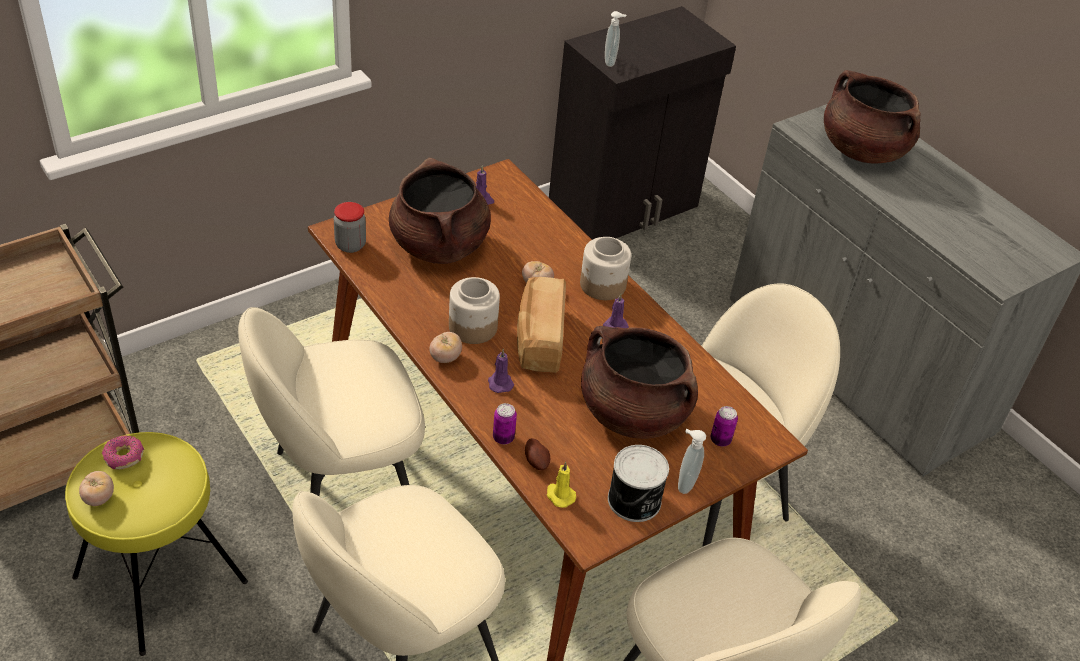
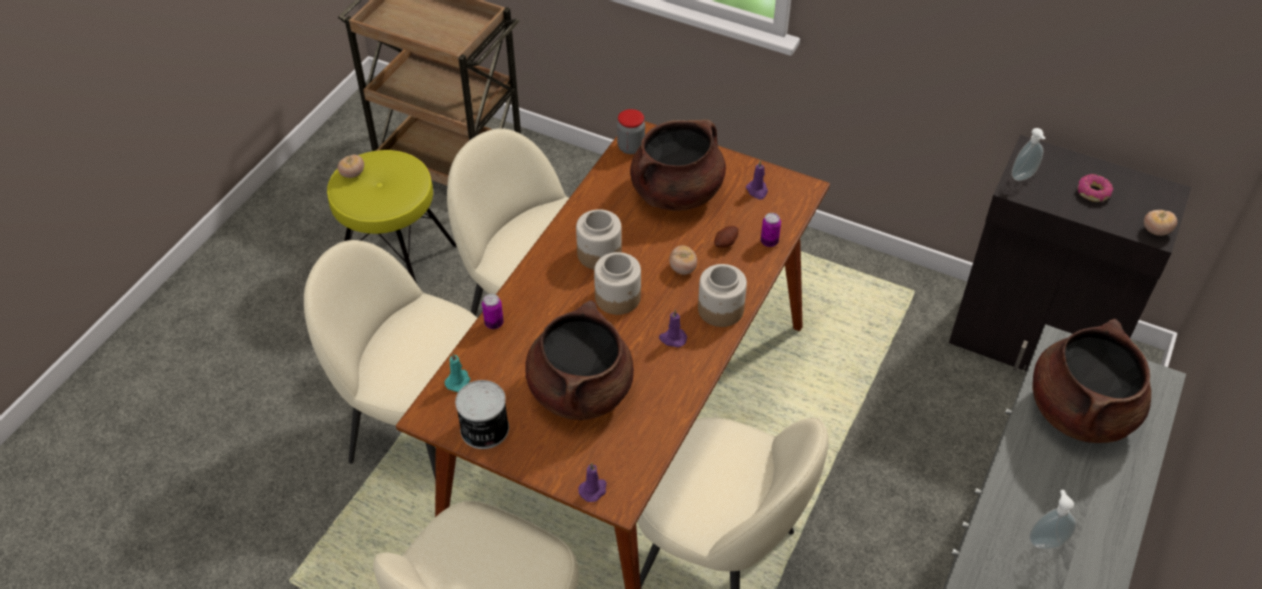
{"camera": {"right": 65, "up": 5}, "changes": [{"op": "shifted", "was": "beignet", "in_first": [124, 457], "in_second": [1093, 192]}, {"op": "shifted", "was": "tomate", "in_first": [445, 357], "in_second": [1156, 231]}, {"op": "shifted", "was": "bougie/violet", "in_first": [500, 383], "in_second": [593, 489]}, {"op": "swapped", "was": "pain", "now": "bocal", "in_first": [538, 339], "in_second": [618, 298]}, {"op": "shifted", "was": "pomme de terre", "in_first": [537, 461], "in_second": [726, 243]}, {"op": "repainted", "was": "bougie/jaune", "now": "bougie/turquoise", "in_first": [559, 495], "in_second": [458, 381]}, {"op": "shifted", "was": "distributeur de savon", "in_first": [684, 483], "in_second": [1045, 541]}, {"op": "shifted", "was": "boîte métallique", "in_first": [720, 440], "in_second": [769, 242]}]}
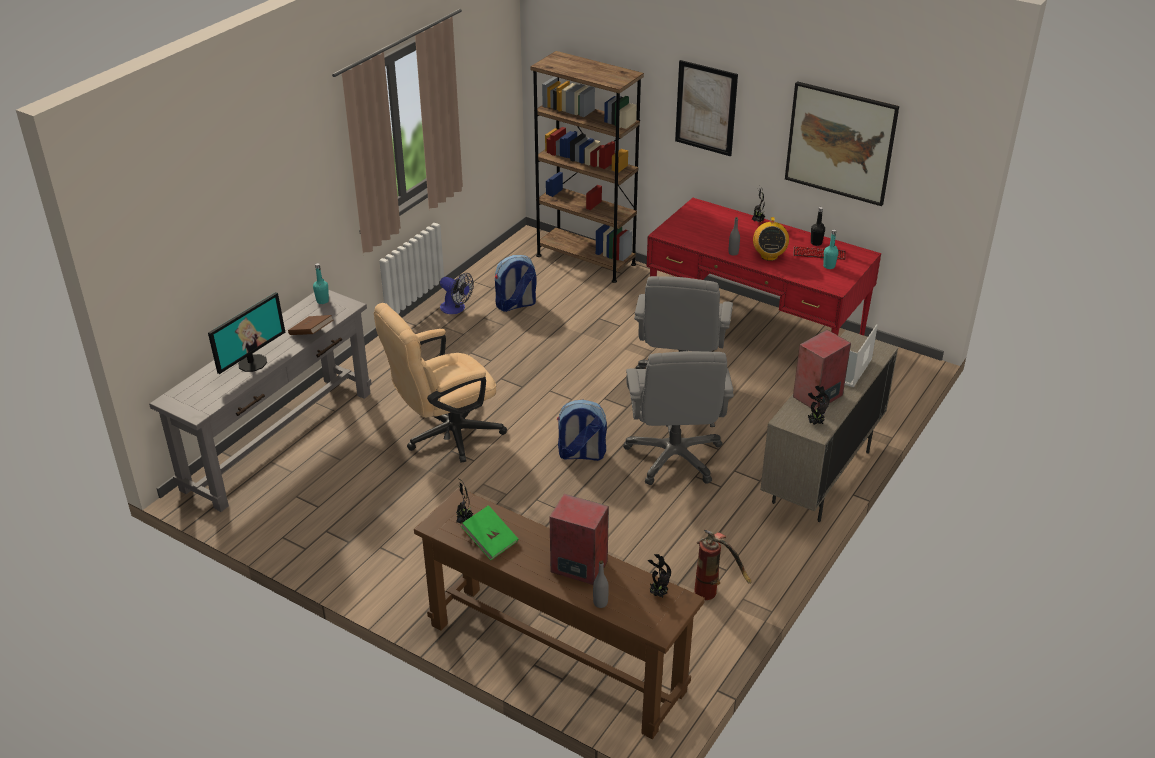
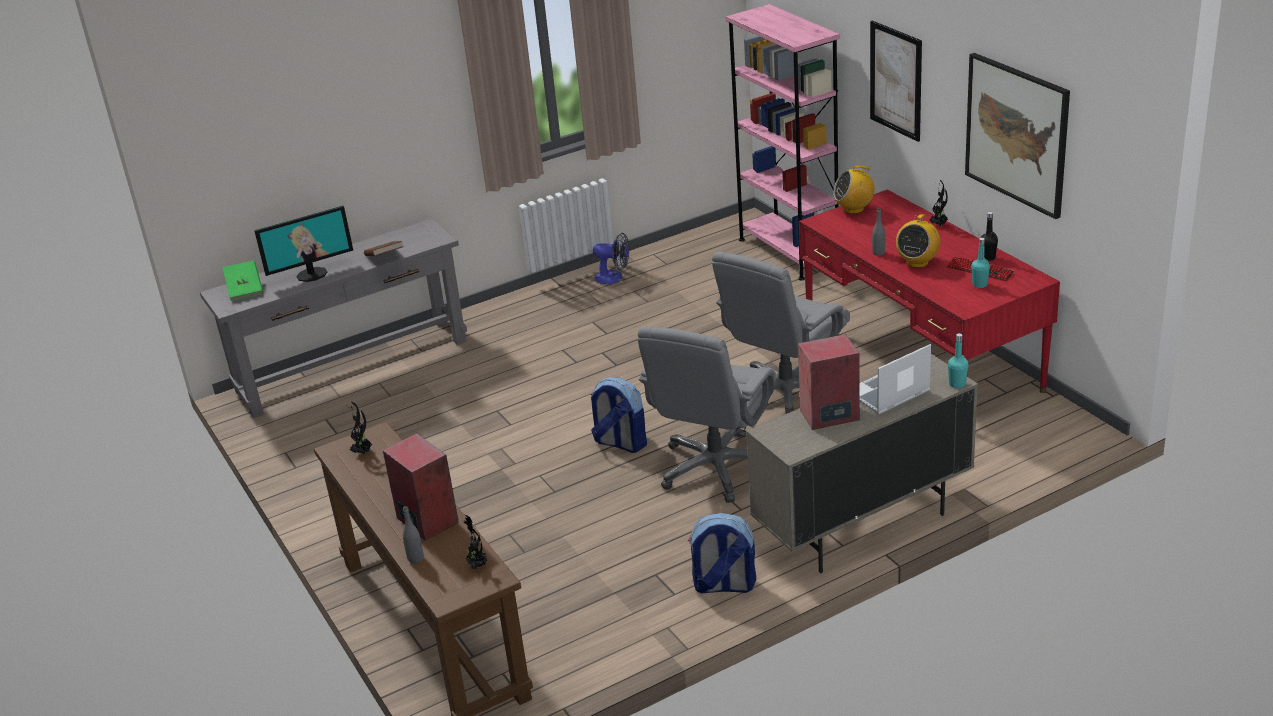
{"camera": {"right": 30, "up": -5}, "changes": [{"op": "shifted", "was": "bouteille/turquoise", "in_first": [322, 301], "in_second": [957, 384]}, {"op": "gone", "was": "chaise de bureau/beige", "in_first": [445, 435]}, {"op": "rotated", "was": "ventilateur", "in_first": [456, 309], "in_second": [614, 277], "clockwise": -45}, {"op": "shifted", "was": "livre/vert", "in_first": [490, 541], "in_second": [245, 290]}, {"op": "shifted", "was": "sac à dos", "in_first": [516, 305], "in_second": [723, 586]}, {"op": "repainted", "was": "bibliothèque/marron", "now": "bibliothèque/rose", "in_first": [585, 260], "in_second": [788, 252]}, {"op": "gone", "was": "extincteur", "in_first": [714, 591]}, {"op": "gone", "was": "plante en pot", "in_first": [815, 423]}, {"op": "new", "now": "radio", "in_second": [854, 209]}]}
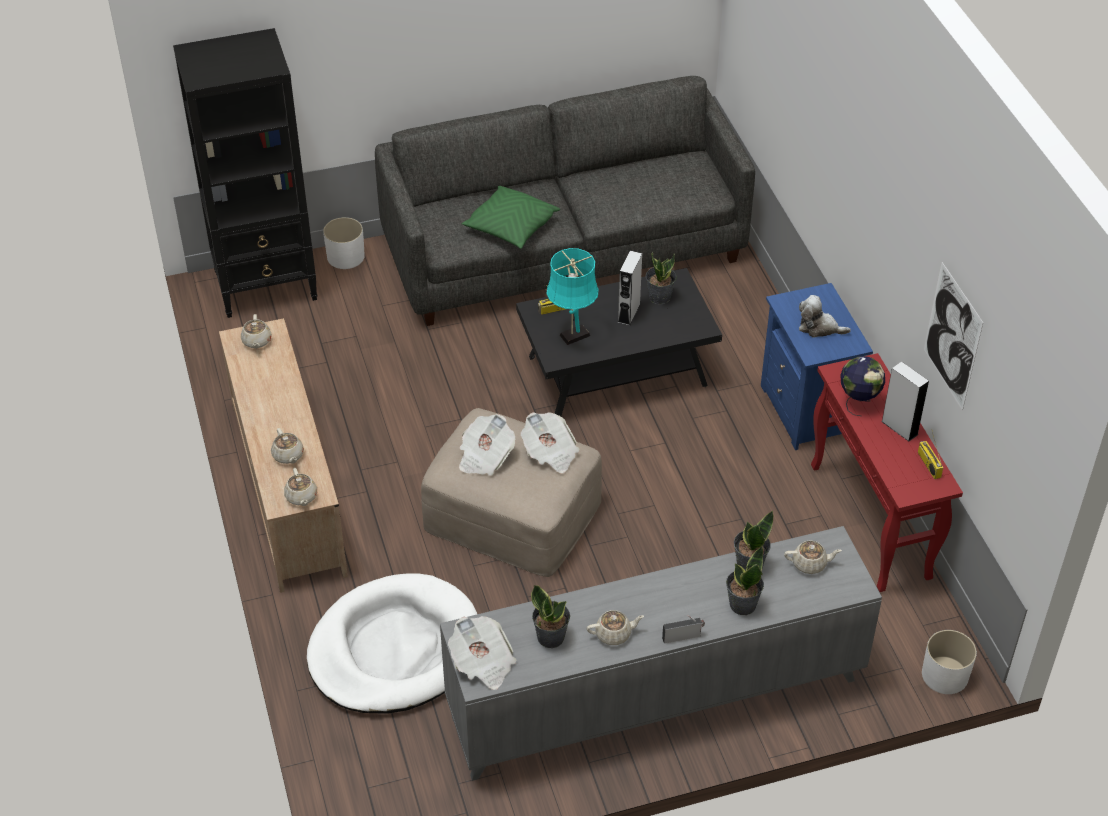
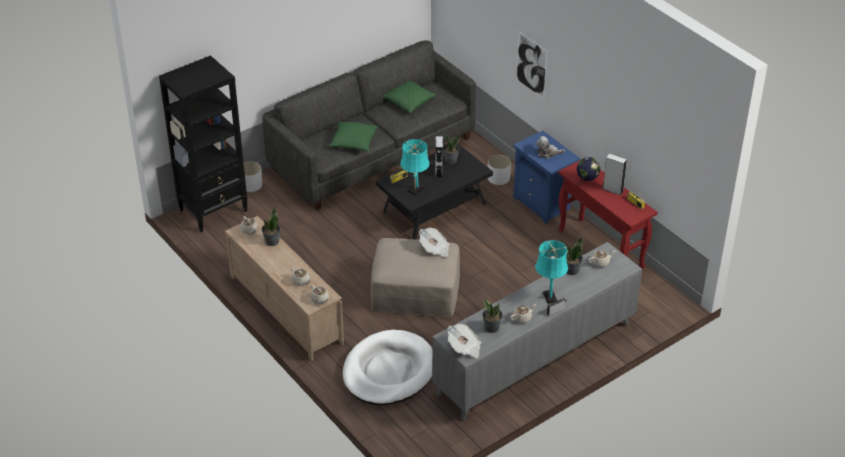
{"camera": {"right": -20, "up": -5}, "changes": [{"op": "gone", "was": "journal", "in_first": [484, 457]}, {"op": "shifted", "was": "plante en pot", "in_first": [742, 604], "in_second": [272, 241]}, {"op": "shifted", "was": "cache-pot/blanc", "in_first": [945, 675], "in_second": [498, 178]}, {"op": "shifted", "was": "tableau", "in_first": [952, 336], "in_second": [531, 65]}, {"op": "new", "now": "coussin/vert", "in_second": [408, 102]}, {"op": "new", "now": "lampe de table/turquoise", "in_second": [549, 296]}]}
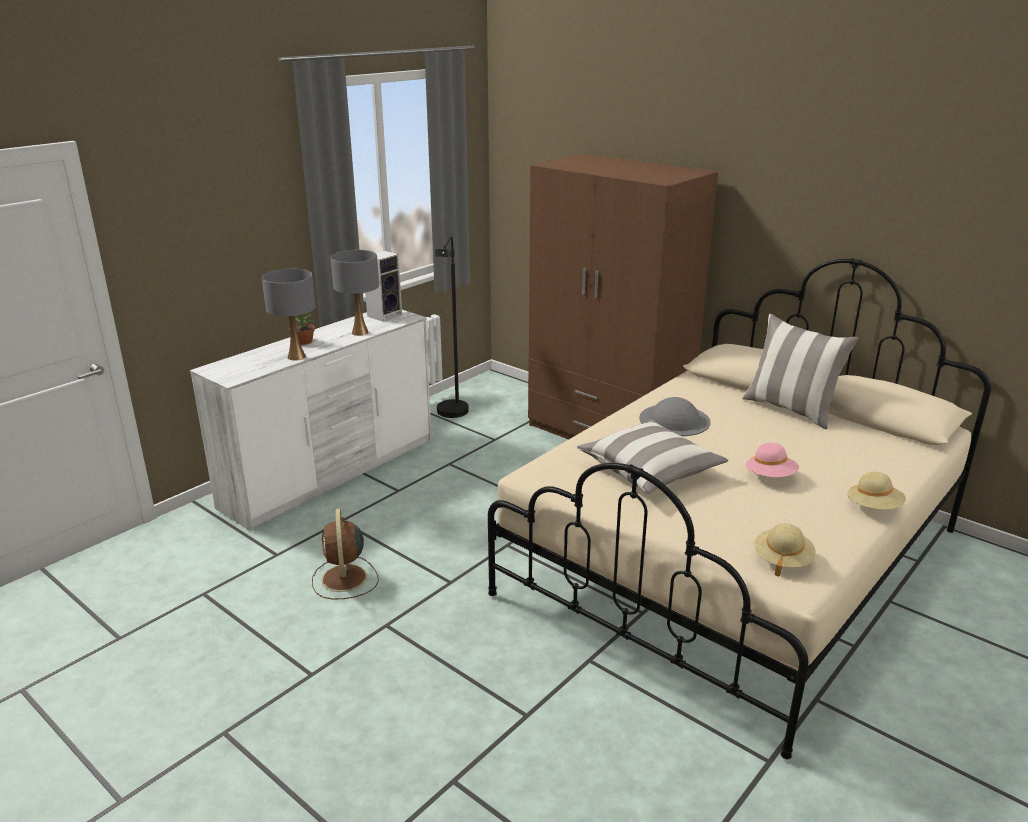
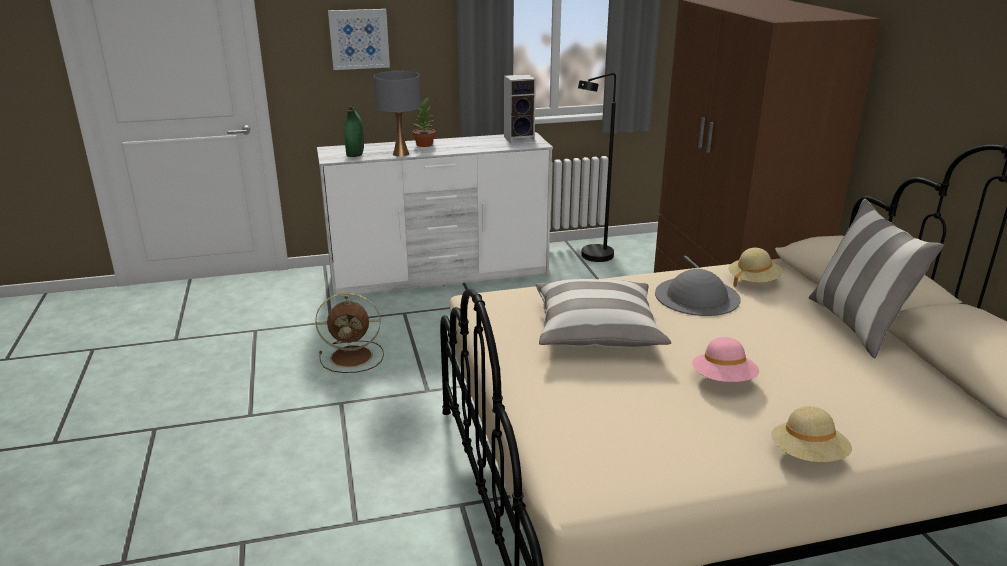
{"camera": {"right": 35, "up": 0}, "changes": [{"op": "rotated", "was": "ventilateur/marron", "in_first": [344, 579], "in_second": [353, 357], "clockwise": -120}, {"op": "gone", "was": "lampe de table/gris", "in_first": [360, 332]}, {"op": "shifted", "was": "chapeau/beige", "in_first": [782, 560], "in_second": [753, 281]}, {"op": "new", "now": "tableau", "in_second": [359, 39]}, {"op": "new", "now": "vase/vert", "in_second": [355, 152]}]}
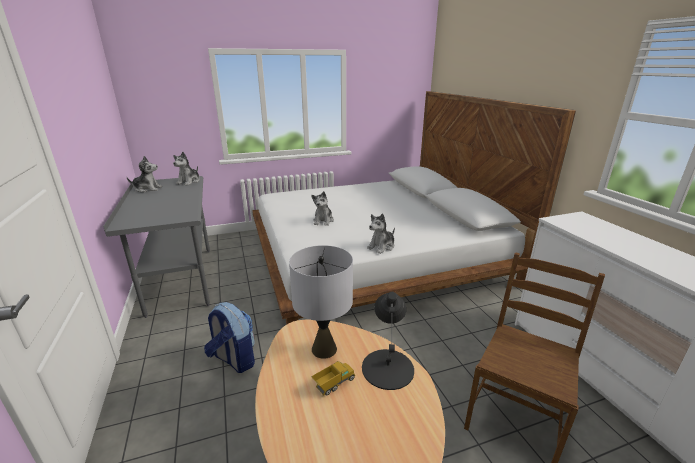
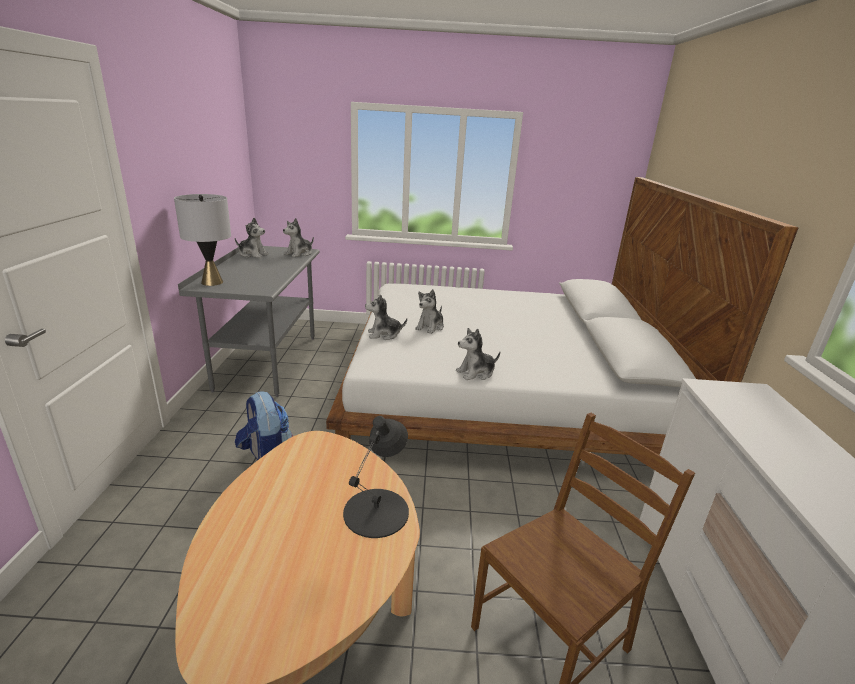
{"camera": {"right": 20, "up": 0}, "changes": [{"op": "shifted", "was": "lampe de table/gris", "in_first": [324, 349], "in_second": [212, 282]}, {"op": "gone", "was": "camion jouet", "in_first": [334, 384]}, {"op": "new", "now": "peluche", "in_second": [384, 334]}]}
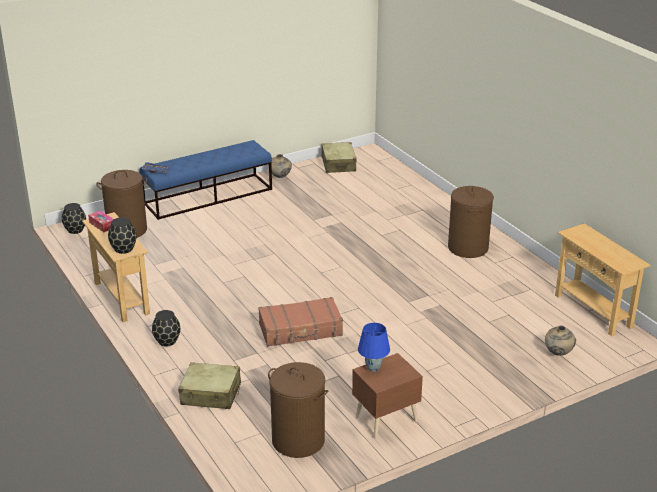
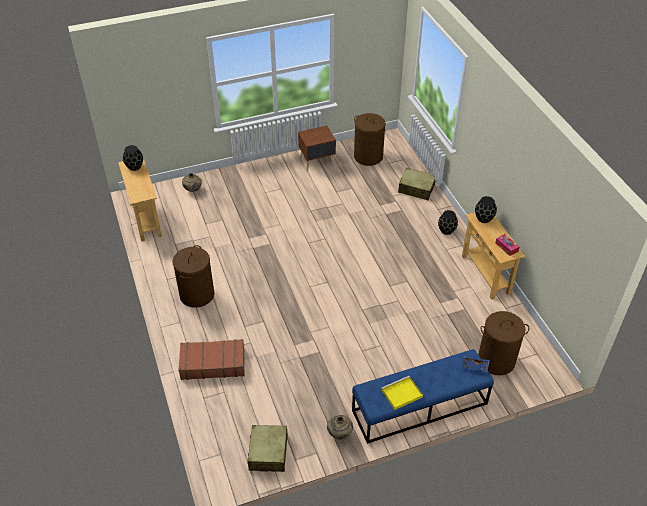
{"camera": {"right": -170, "up": 15}, "changes": [{"op": "shifted", "was": "vase/noir", "in_first": [75, 230], "in_second": [134, 166]}, {"op": "shifted", "was": "valise/marron", "in_first": [301, 330], "in_second": [212, 364]}, {"op": "gone", "was": "lampe de table/bleu", "in_first": [373, 368]}, {"op": "new", "now": "plateau/jaune", "in_second": [401, 394]}]}
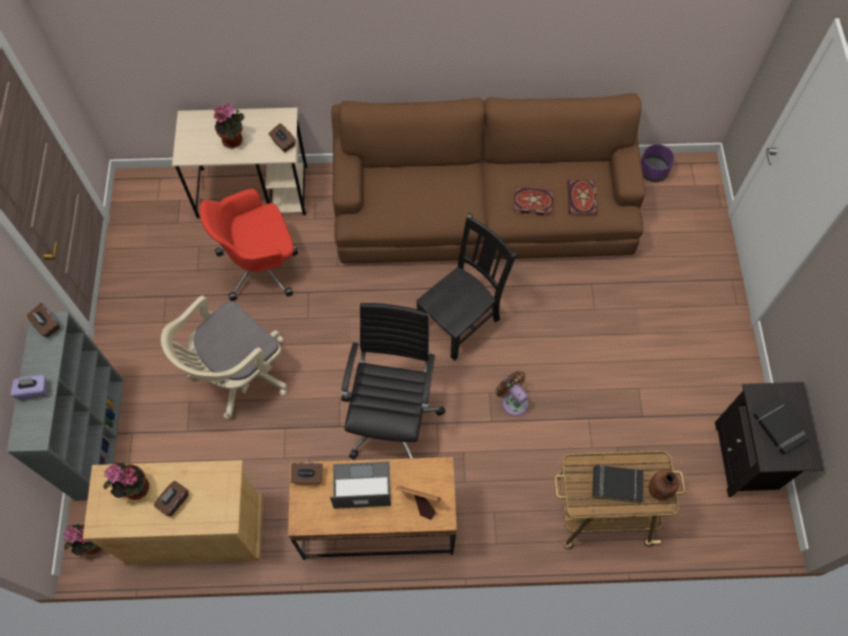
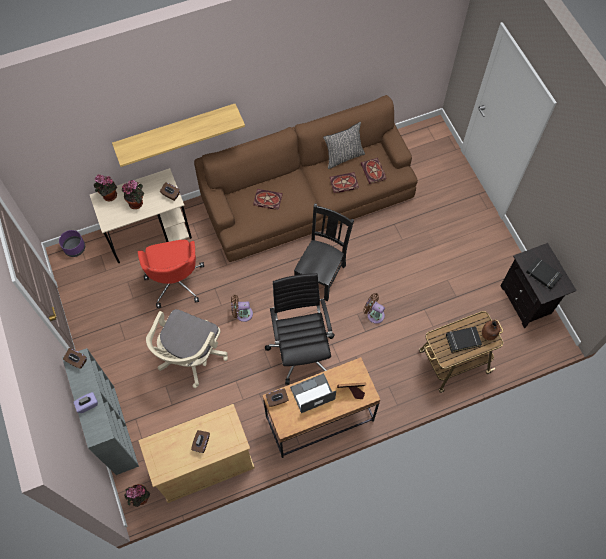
{"camera": {"right": -20, "up": 0}, "changes": [{"op": "shifted", "was": "plante en pot", "in_first": [134, 488], "in_second": [108, 196]}, {"op": "rotated", "was": "chaise de bureau/rouge", "in_first": [261, 265], "in_second": [175, 281], "clockwise": -60}, {"op": "shifted", "was": "cache-pot/violet", "in_first": [653, 171], "in_second": [75, 248]}, {"op": "new", "now": "étagère", "in_second": [176, 129]}, {"op": "new", "now": "ventilateur/marron", "in_second": [242, 314]}, {"op": "new", "now": "livre", "in_second": [267, 200]}, {"op": "new", "now": "coussin/gris", "in_second": [343, 156]}]}
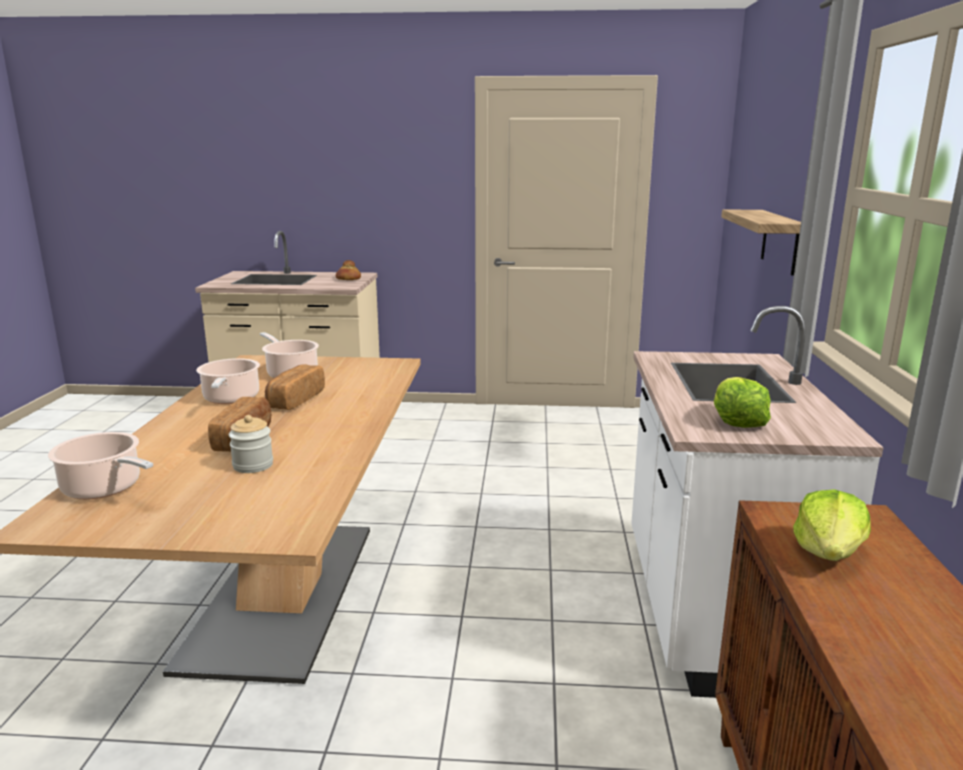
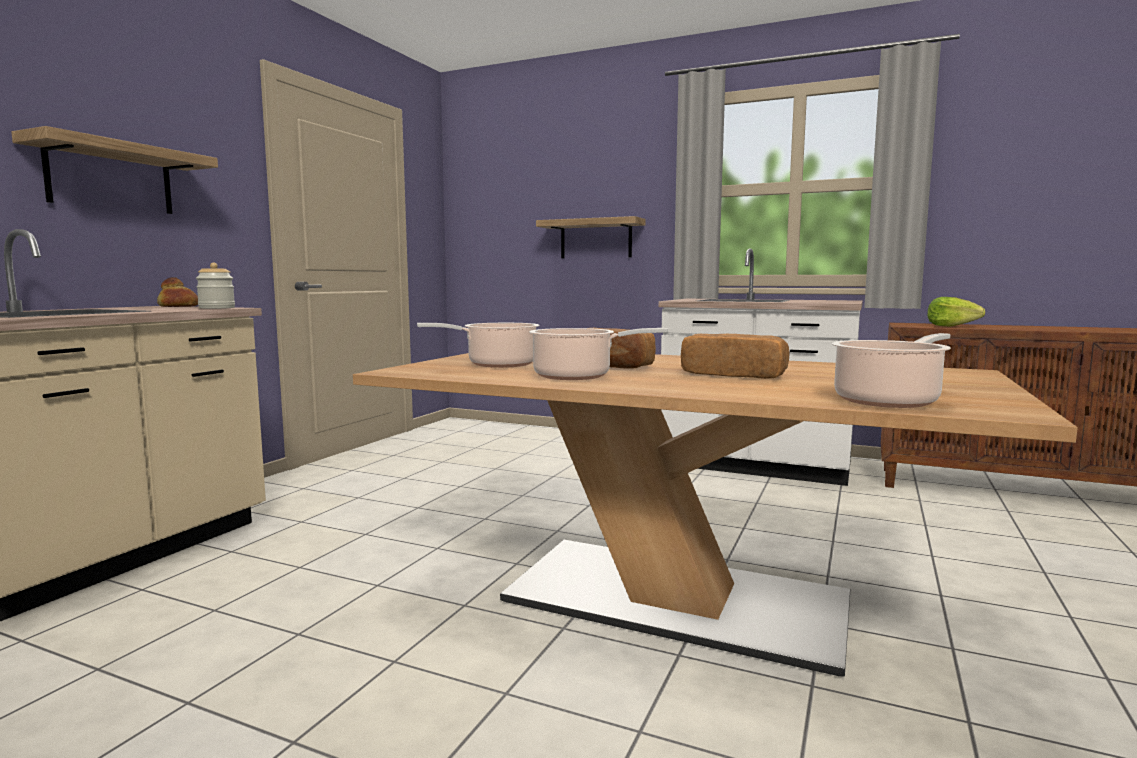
{"camera": {"right": -70, "up": -10}, "changes": [{"op": "shifted", "was": "bocal", "in_first": [253, 465], "in_second": [217, 308]}, {"op": "gone", "was": "laitue", "in_first": [737, 421]}, {"op": "new", "now": "étagère", "in_second": [111, 178]}]}
